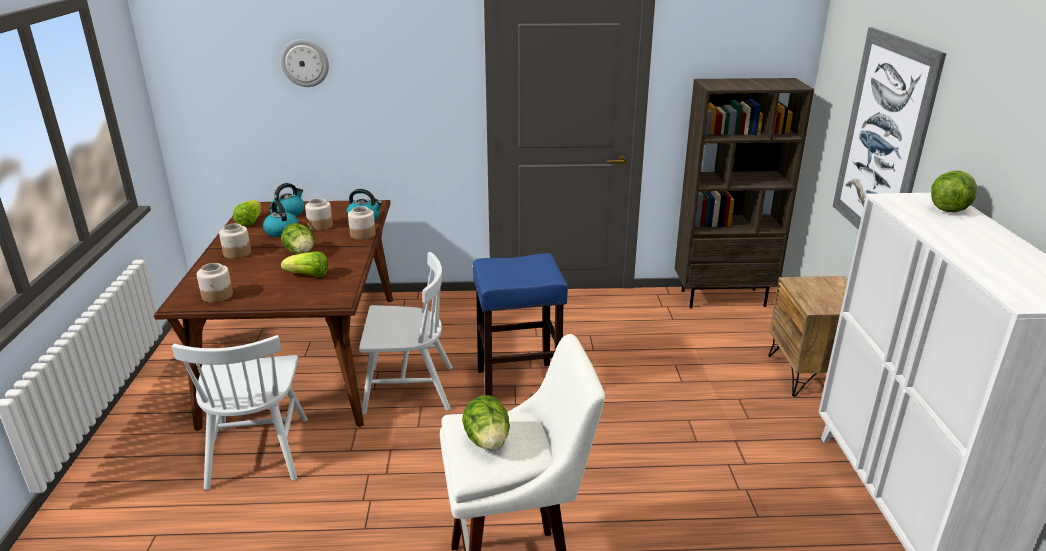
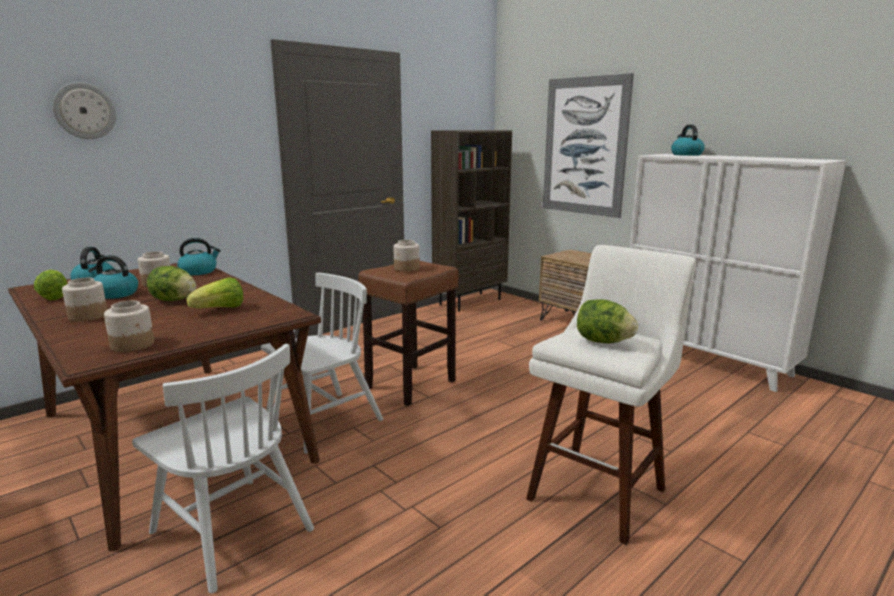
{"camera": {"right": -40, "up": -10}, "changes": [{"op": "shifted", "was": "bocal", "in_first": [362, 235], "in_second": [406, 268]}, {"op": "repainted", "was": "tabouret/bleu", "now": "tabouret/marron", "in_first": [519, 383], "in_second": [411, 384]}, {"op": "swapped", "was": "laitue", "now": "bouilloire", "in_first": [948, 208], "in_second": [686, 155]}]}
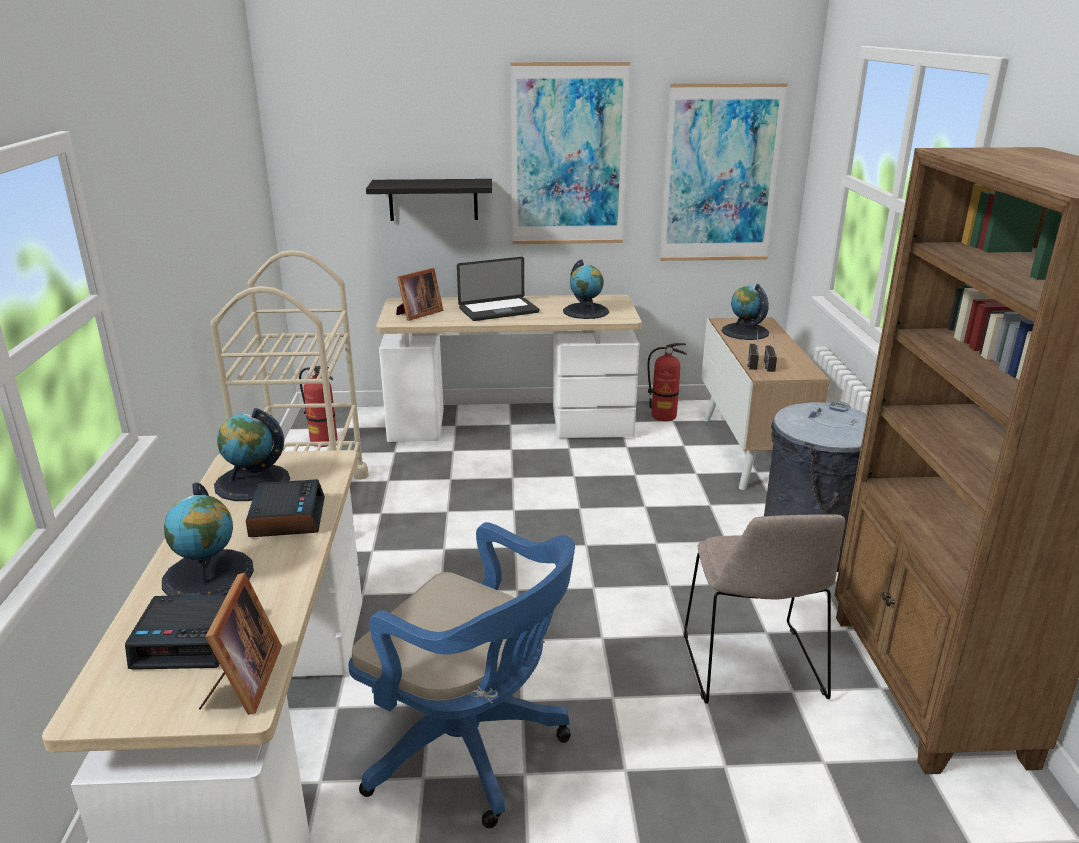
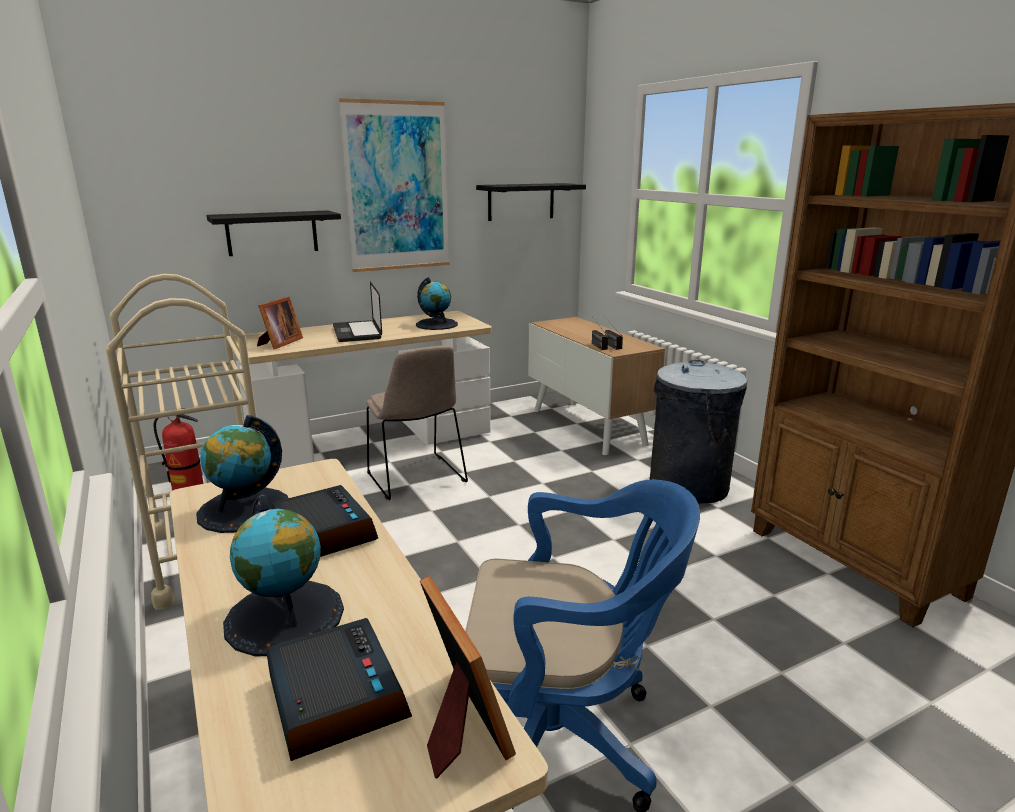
{"camera": {"right": -25, "up": -5}, "changes": [{"op": "rotated", "was": "réveil", "in_first": [190, 640], "in_second": [335, 698], "clockwise": -90}, {"op": "rotated", "was": "ordinateur portable", "in_first": [498, 311], "in_second": [357, 332], "clockwise": 120}, {"op": "gone", "was": "extincteur", "in_first": [664, 416]}, {"op": "swapped", "was": "tableau", "now": "étagère/noir", "in_first": [720, 174], "in_second": [521, 201]}, {"op": "shifted", "was": "chaise/beige", "in_first": [752, 668], "in_second": [417, 479]}, {"op": "gone", "was": "globe", "in_first": [745, 332]}]}
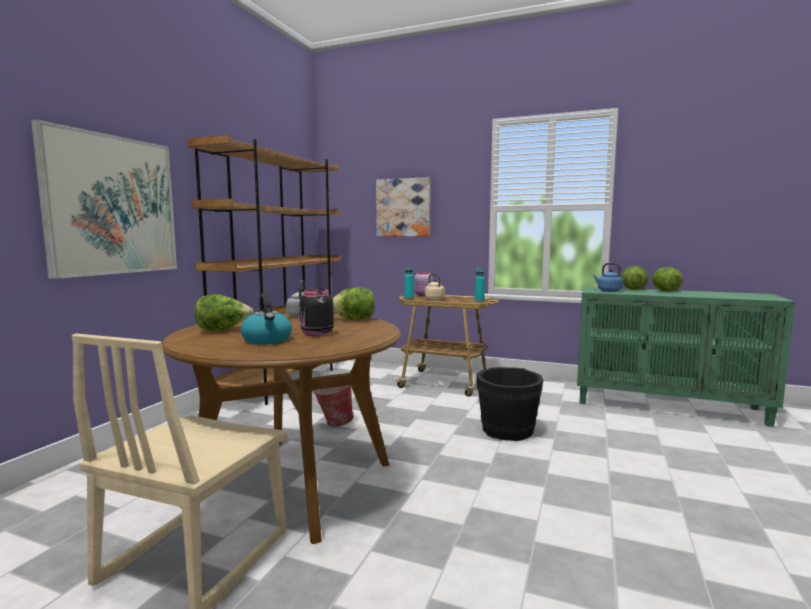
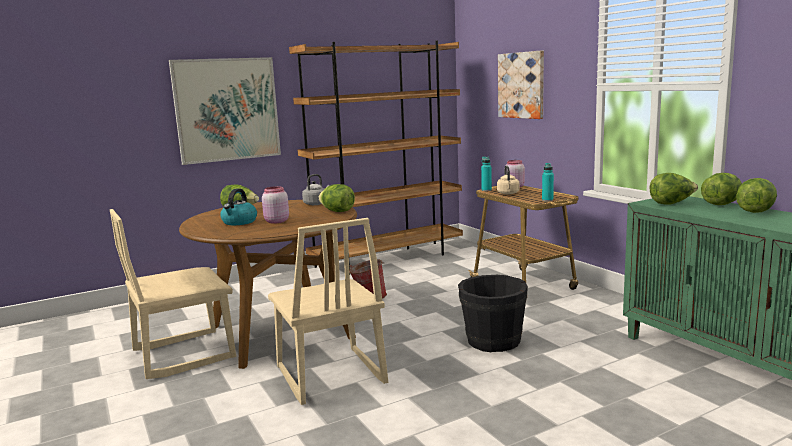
{"camera": {"right": 40, "up": 5}, "changes": [{"op": "repainted", "was": "bocal/noir", "now": "bocal/rose", "in_first": [316, 334], "in_second": [276, 221]}, {"op": "swapped", "was": "bouilloire/bleu", "now": "laitue", "in_first": [608, 291], "in_second": [671, 203]}, {"op": "new", "now": "chaise/beige", "in_second": [329, 376]}]}
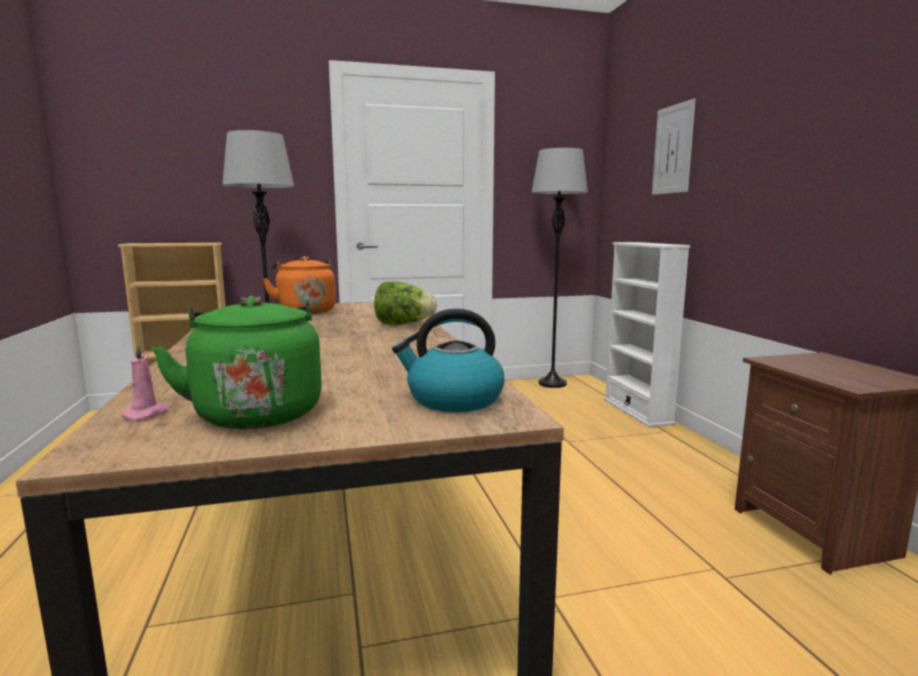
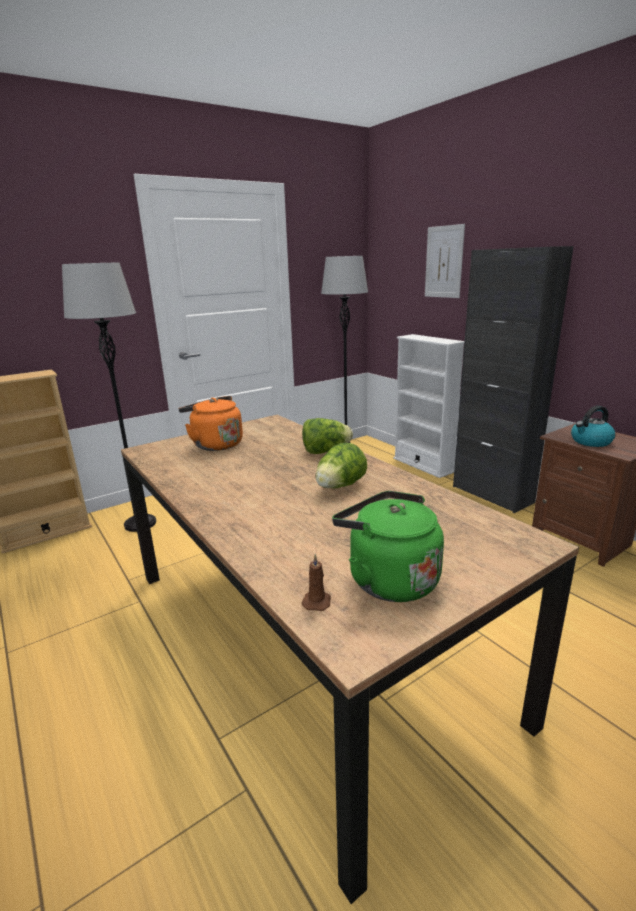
{"camera": {"right": -20, "up": 10}, "changes": [{"op": "repainted", "was": "bougie/rose", "now": "bougie/marron", "in_first": [148, 414], "in_second": [317, 601]}, {"op": "shifted", "was": "bouilloire", "in_first": [453, 400], "in_second": [590, 442]}, {"op": "new", "now": "laitue", "in_second": [340, 486]}, {"op": "new", "now": "meuble de rangement/noir", "in_second": [492, 494]}]}
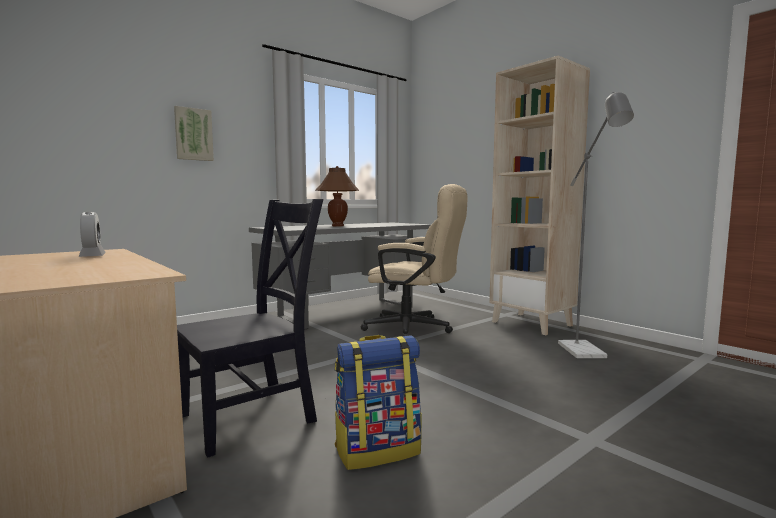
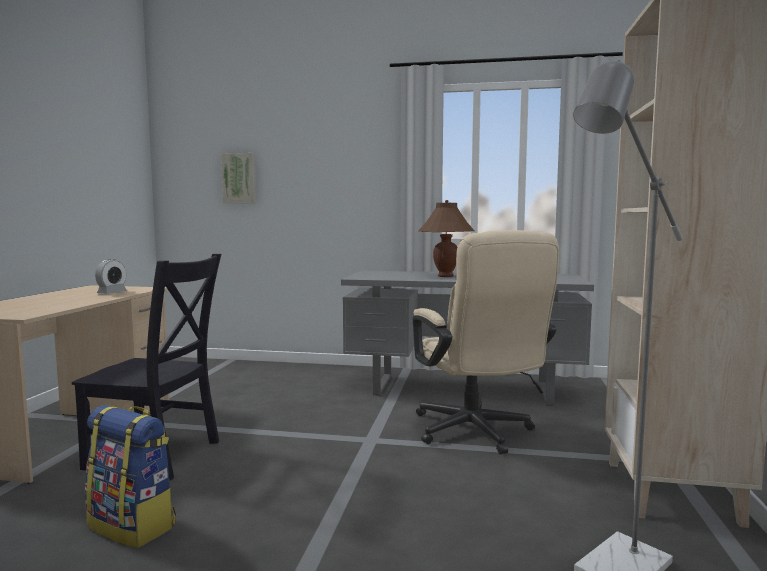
{"camera": {"right": 50, "up": 0}, "changes": [{"op": "shifted", "was": "tableau", "in_first": [193, 134], "in_second": [239, 178]}]}
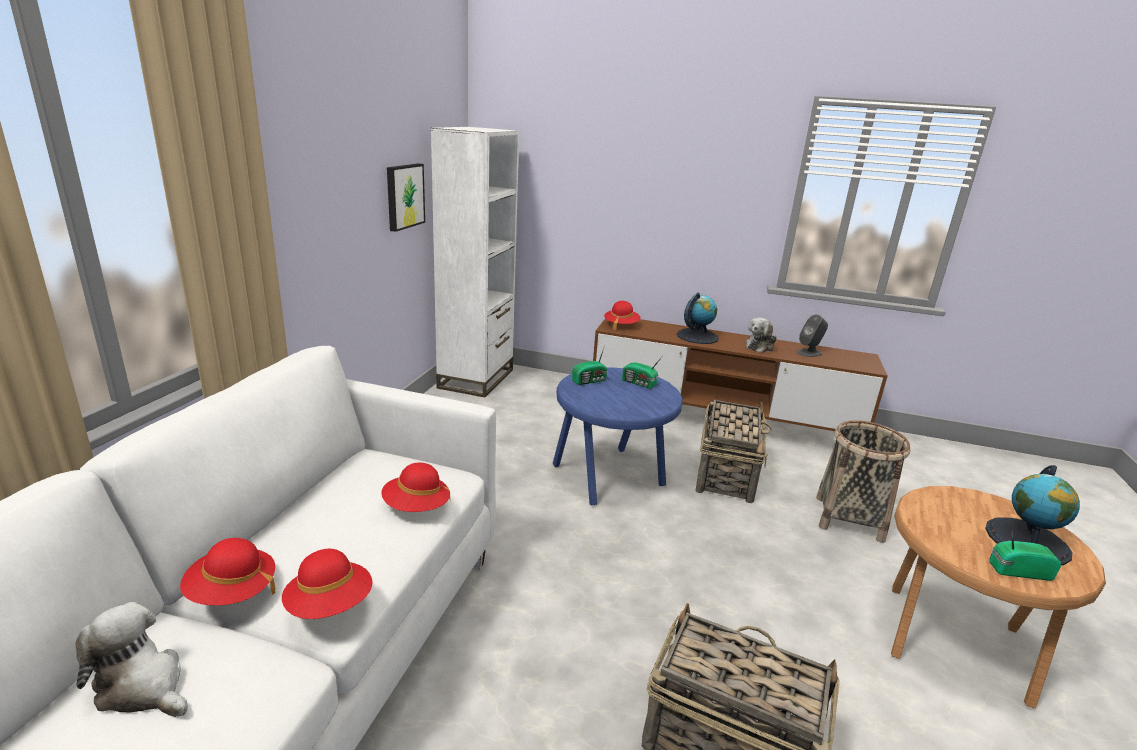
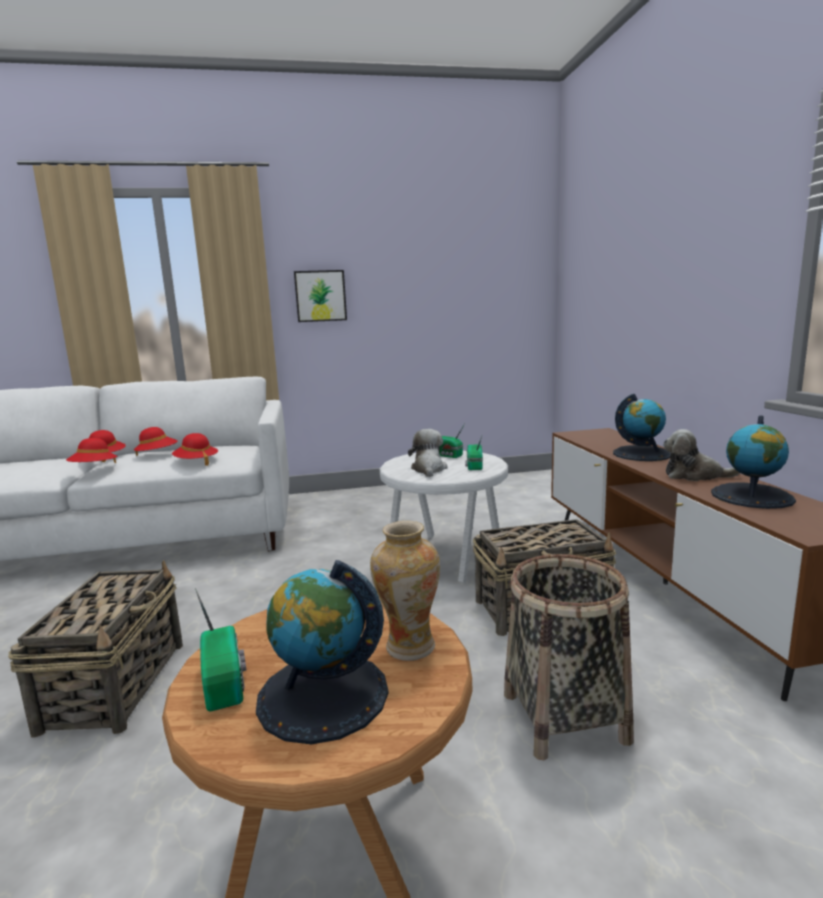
{"camera": {"right": 65, "up": -10}, "changes": [{"op": "shifted", "was": "peluche", "in_first": [142, 686], "in_second": [428, 469]}, {"op": "shifted", "was": "tableau", "in_first": [404, 196], "in_second": [320, 296]}, {"op": "gone", "was": "bibliothèque/blanc", "in_first": [476, 378]}, {"op": "repainted", "was": "table d'appoint/bleu", "now": "table d'appoint/blanc", "in_first": [610, 476], "in_second": [446, 558]}, {"op": "shifted", "was": "chapeau/rouge", "in_first": [621, 325], "in_second": [157, 455]}, {"op": "swapped", "was": "enceinte/gris", "now": "globe", "in_first": [809, 353], "in_second": [752, 496]}, {"op": "new", "now": "vase", "in_second": [408, 646]}]}
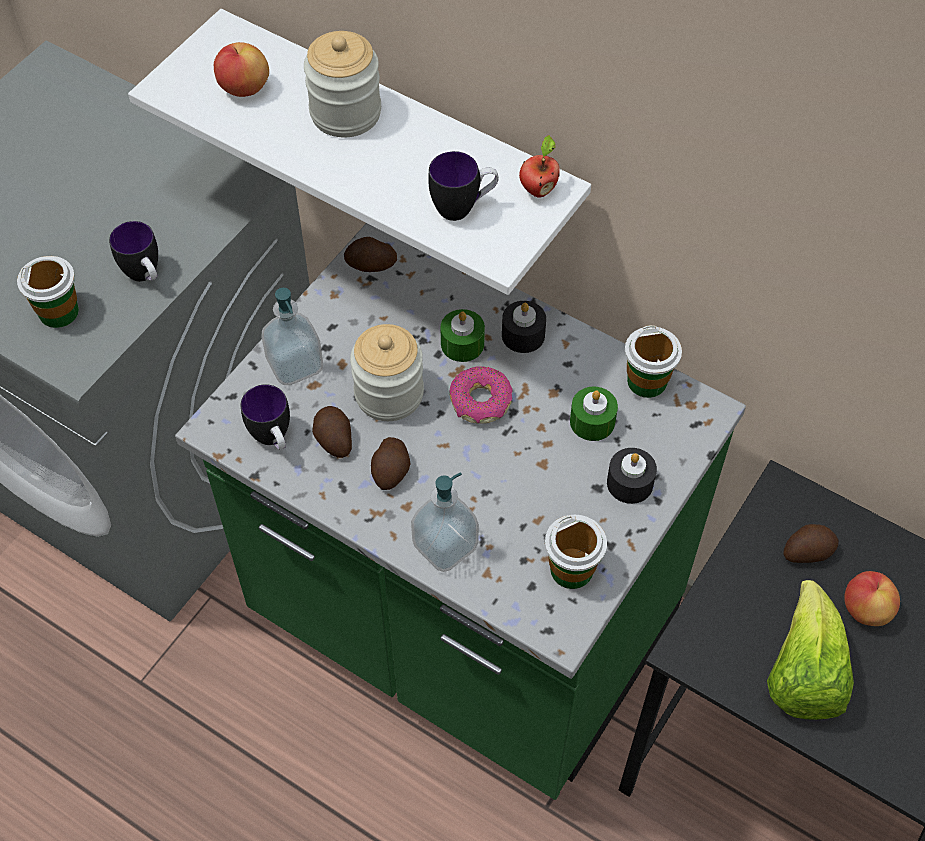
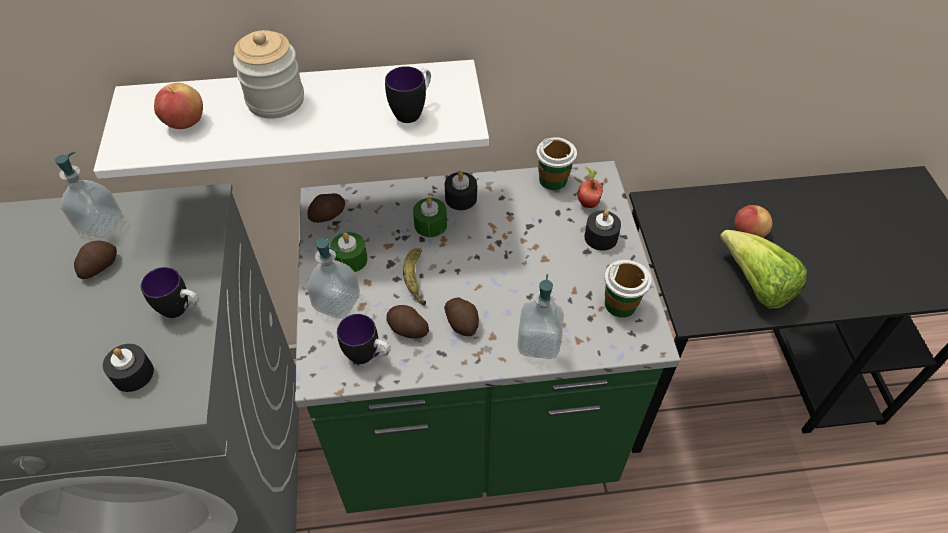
{"camera": {"right": -40, "up": -5}, "changes": [{"op": "swapped", "was": "tasse", "now": "bougie/noir", "in_first": [59, 312], "in_second": [133, 374]}, {"op": "swapped", "was": "bocal", "now": "banane", "in_first": [389, 394], "in_second": [415, 280]}, {"op": "gone", "was": "beignet", "in_first": [480, 402]}, {"op": "shifted", "was": "pomme", "in_first": [538, 189], "in_second": [587, 203]}, {"op": "shifted", "was": "bougie/vert", "in_first": [592, 421], "in_second": [350, 259]}, {"op": "shifted", "was": "pomme de terre", "in_first": [807, 551], "in_second": [99, 266]}, {"op": "new", "now": "distributeur de savon", "in_second": [100, 223]}]}
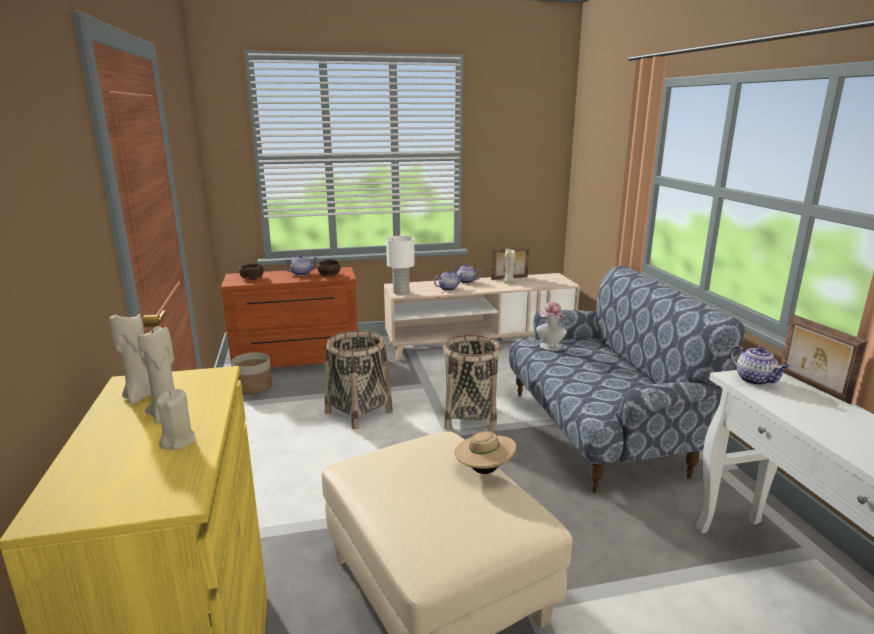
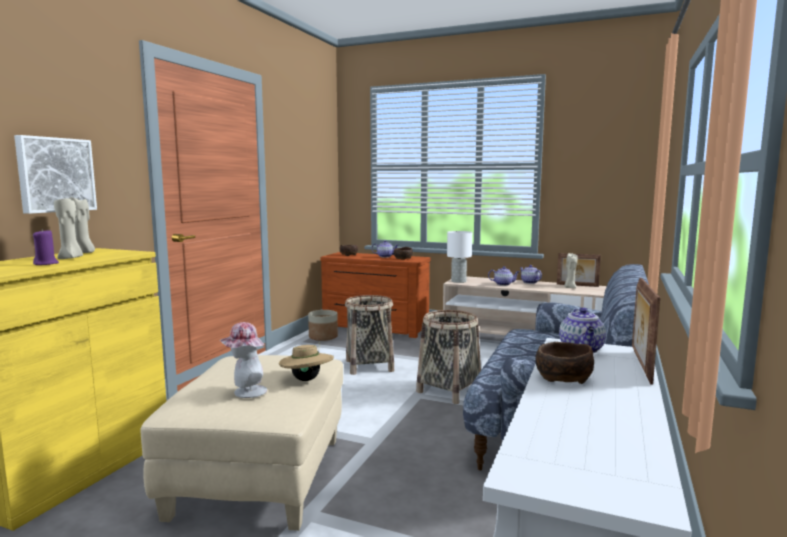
{"camera": {"right": 35, "up": -10}, "changes": [{"op": "repainted", "was": "bougie/beige", "now": "bougie/violet", "in_first": [178, 441], "in_second": [46, 264]}, {"op": "shifted", "was": "chapeau", "in_first": [550, 347], "in_second": [246, 392]}, {"op": "new", "now": "tableau", "in_second": [55, 175]}, {"op": "new", "now": "bol/marron", "in_second": [562, 378]}]}
